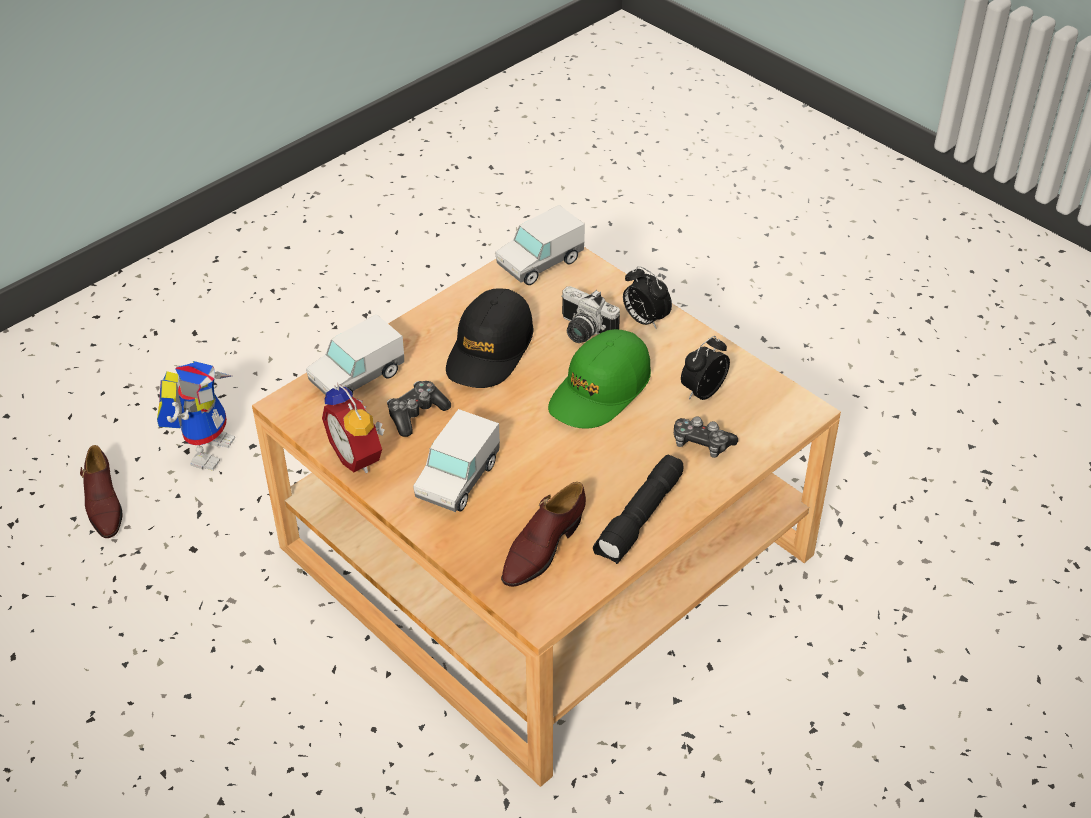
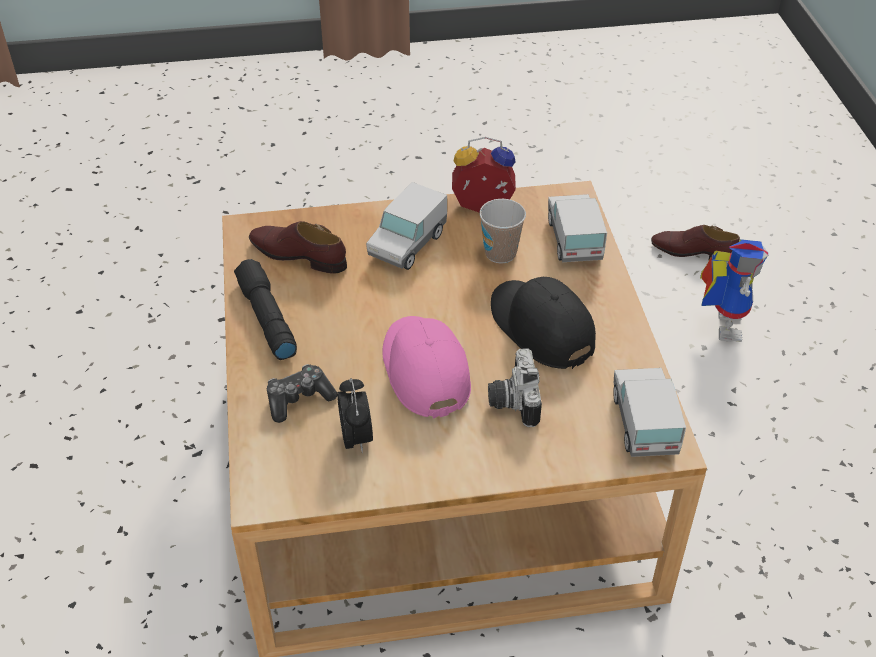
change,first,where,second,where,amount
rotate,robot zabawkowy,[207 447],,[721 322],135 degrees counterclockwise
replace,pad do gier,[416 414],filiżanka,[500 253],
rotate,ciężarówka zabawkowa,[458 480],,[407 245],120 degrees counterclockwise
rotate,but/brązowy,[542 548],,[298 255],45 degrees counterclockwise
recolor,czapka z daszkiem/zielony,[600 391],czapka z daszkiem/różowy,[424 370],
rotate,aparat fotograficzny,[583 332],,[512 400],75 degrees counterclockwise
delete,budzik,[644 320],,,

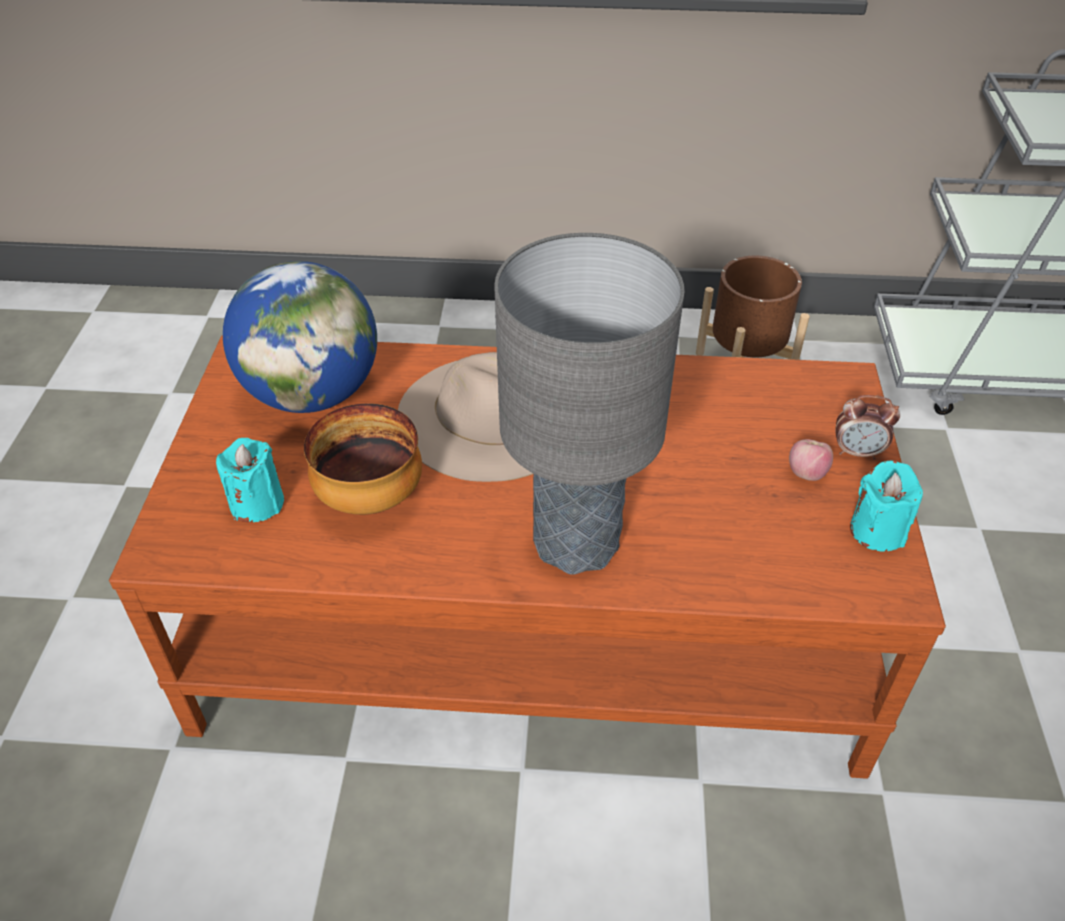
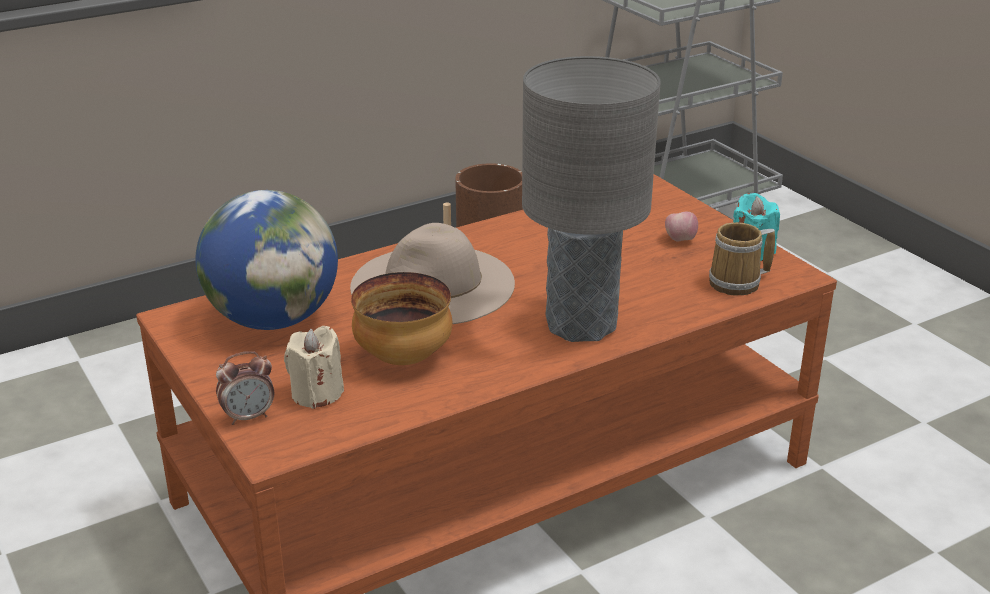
change,first,where,second,where,amount
recolor,świeca/turkusowy,[257 503],świeca/beżowy,[317 394],
move,budzik,[857 452],,[249 417],
insert,,,kubek,[738 283],

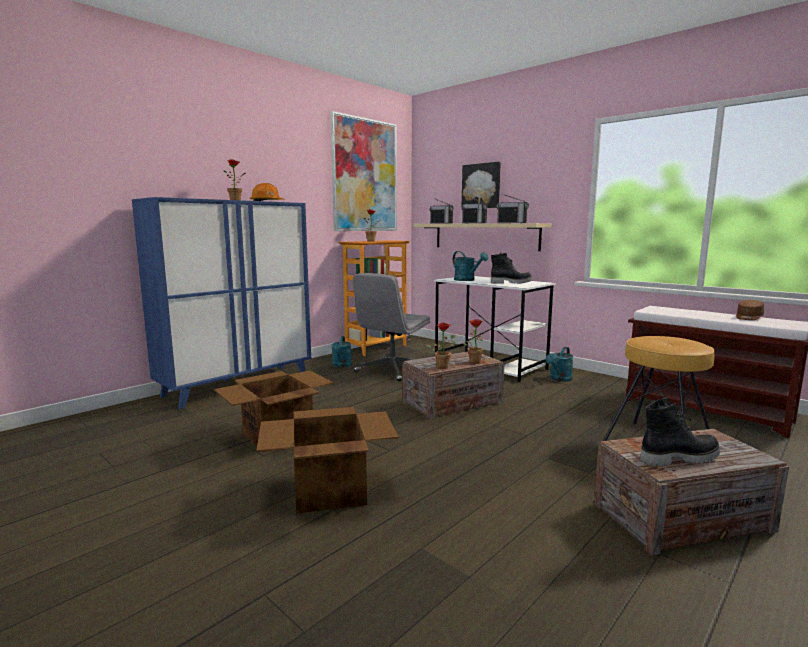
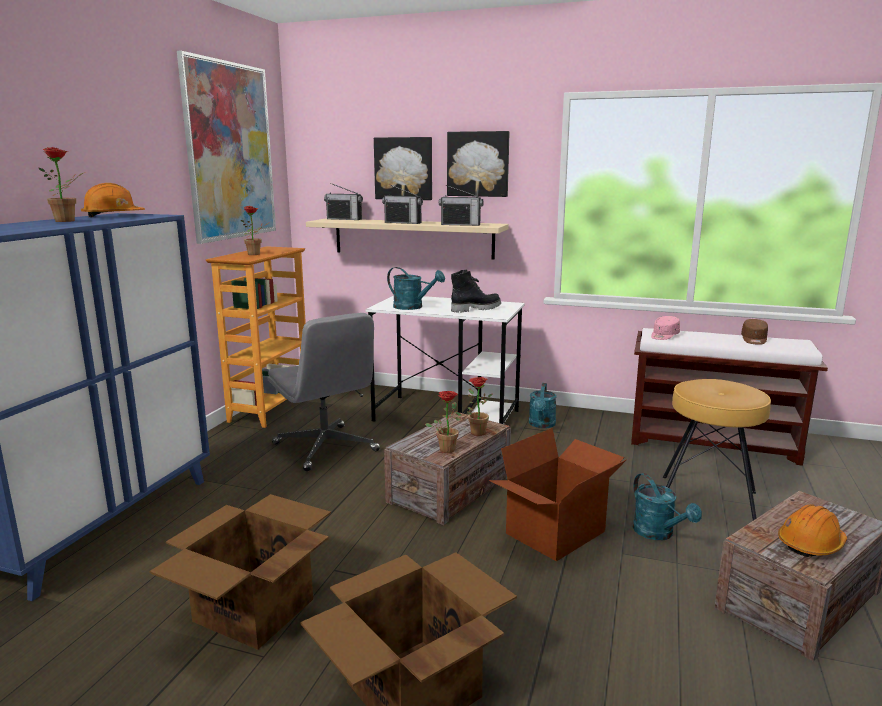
change,first,where,second,where,amount
move,konewka/turkusowy,[341 366],,[658 534],
rotate,krzesło biurowe/szary,[392 370],,[326 448],45 degrees counterclockwise
replace,but z cholewką/czarny,[678 458],kask/pomarańczowy,[811 544],
insert,,,obraz,[478 164],
insert,,,karton,[557 533],
insert,,,czapka z daszkiem/różowy,[664 336],

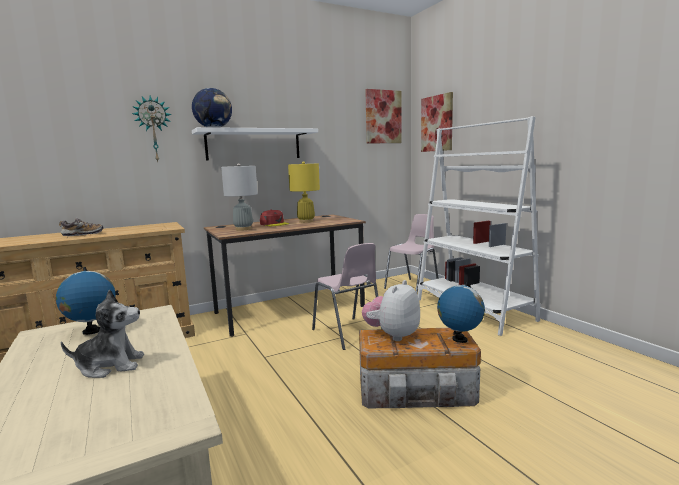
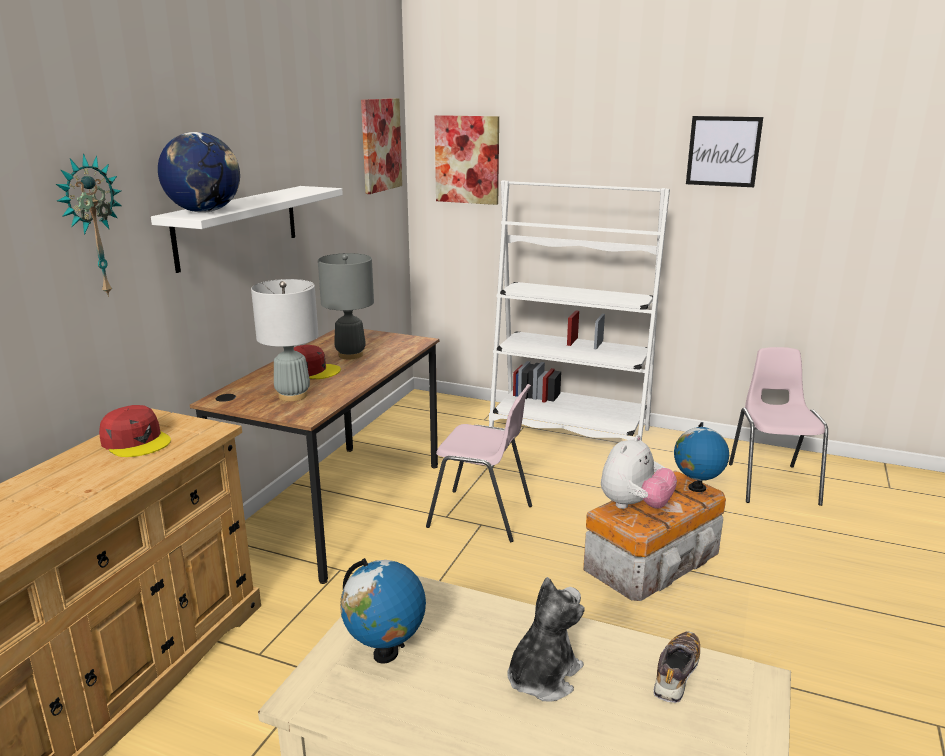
change,first,where,second,where,amount
move,but,[83 234],,[676 674],
recolor,lampa stołowa/żółty,[306 221],lampa stołowa/szary,[350 355],
rotate,pluszak,[392 335],,[634 506],135 degrees counterclockwise
move,krzesło/różowy,[413 287],,[772 483],
insert,,,czapka z daszkiem/czerwony,[136 441],
insert,,,obraz,[723 151],

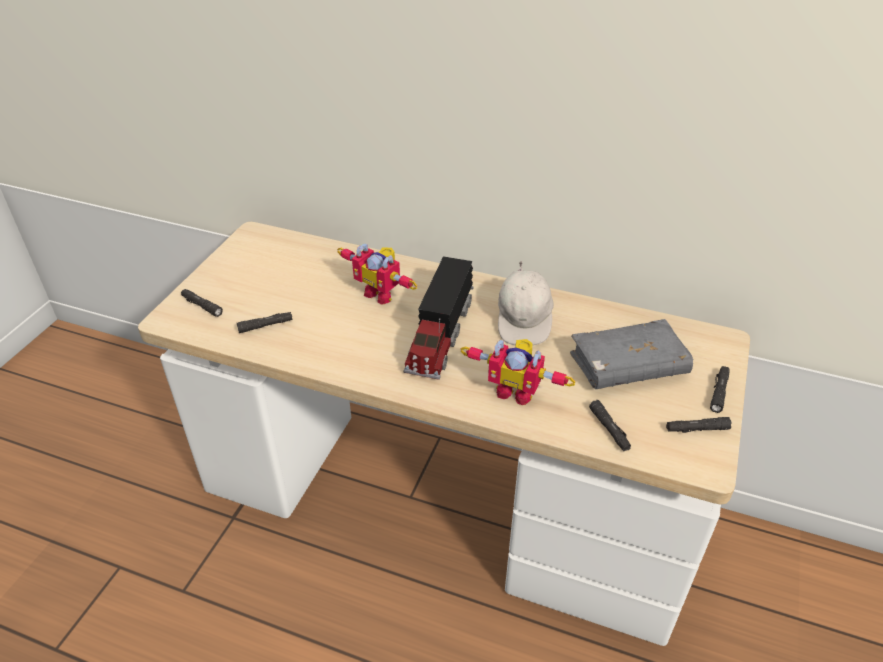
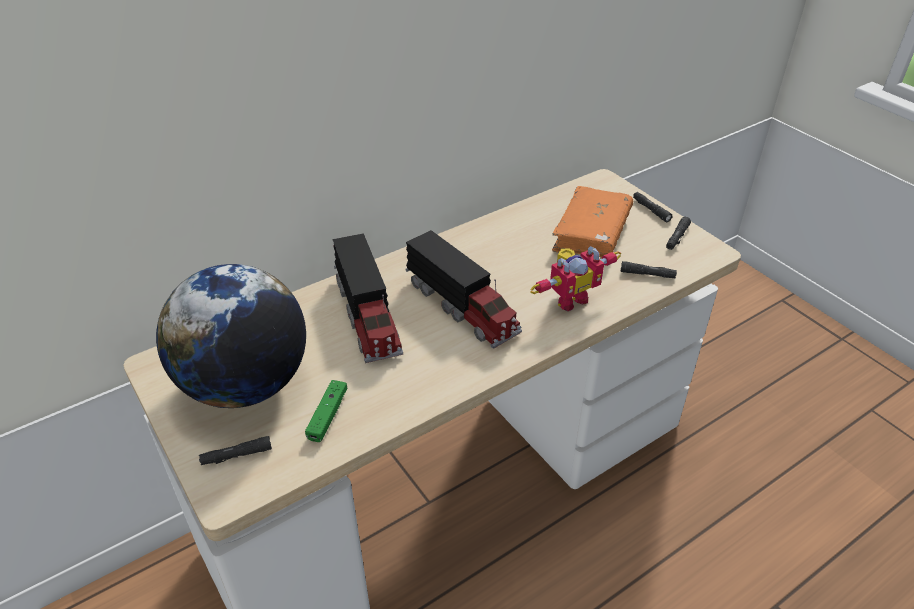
change,first,where,second,where,amount
replace,latarka/czarny,[265 325],pad do gier/zielony,[327 415],
replace,robot zabawkowy,[381 293],ciężarówka zabawkowa,[368 315],
delete,czapka z daszkiem/biały,[524 321],,,
recolor,książka/szary,[627 366],książka/pomarańczowy,[591 233],
insert,,,globus,[246 385],

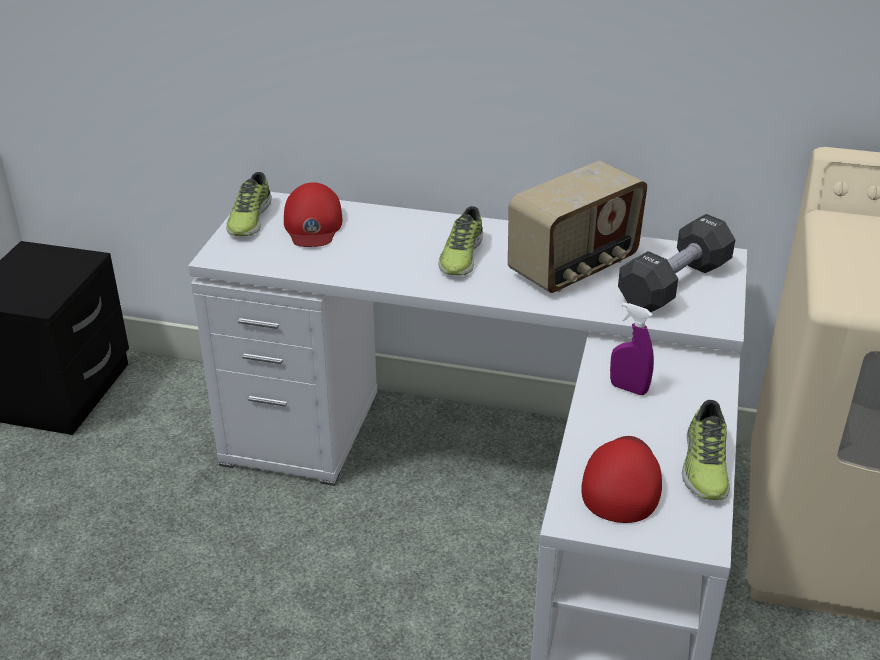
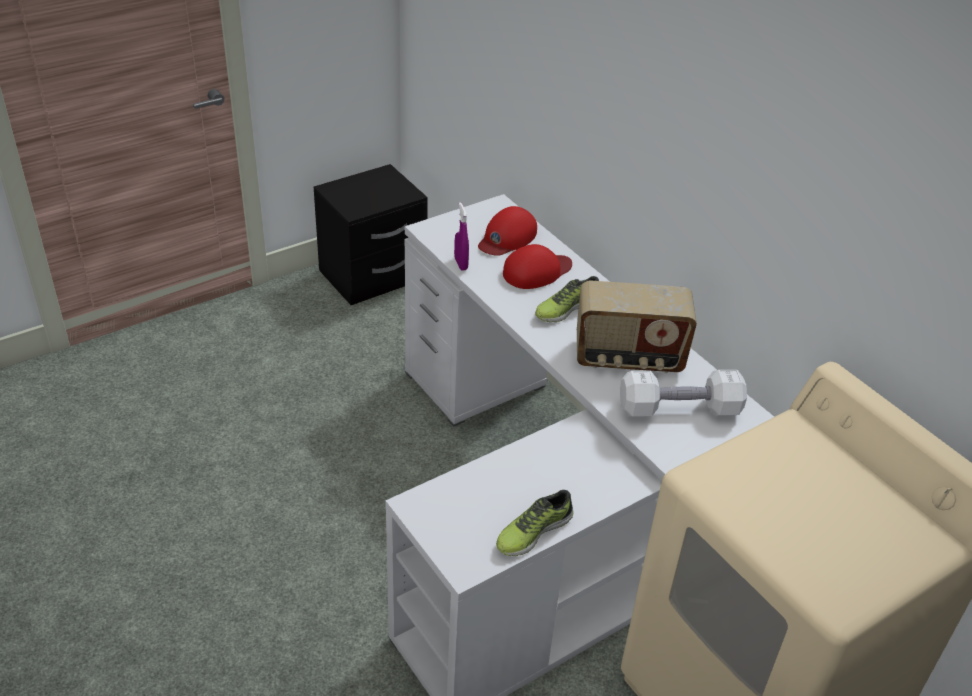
change,first,where,second,where,amount
delete,but,[249 219],,,
move,czapka z daszkiem/czerwony,[622 481],,[537 271],
move,spryskiwacz/fioletowy,[628 388],,[461 264],
recolor,hantel/czarny,[674 284],hantel/biały,[679 409],

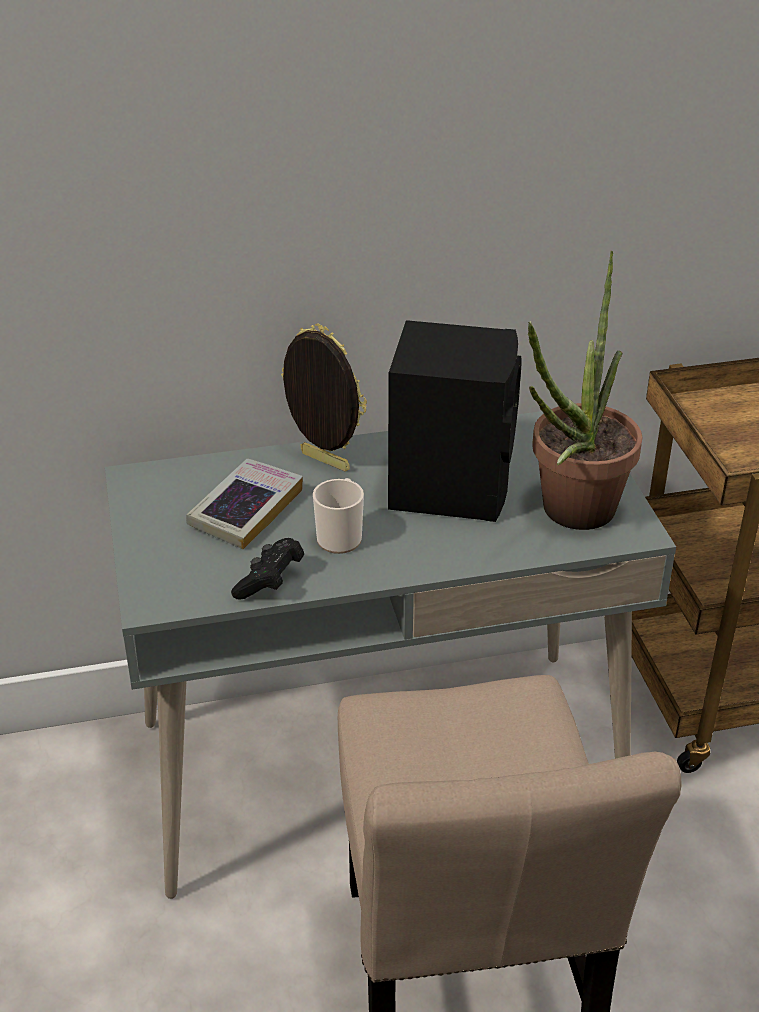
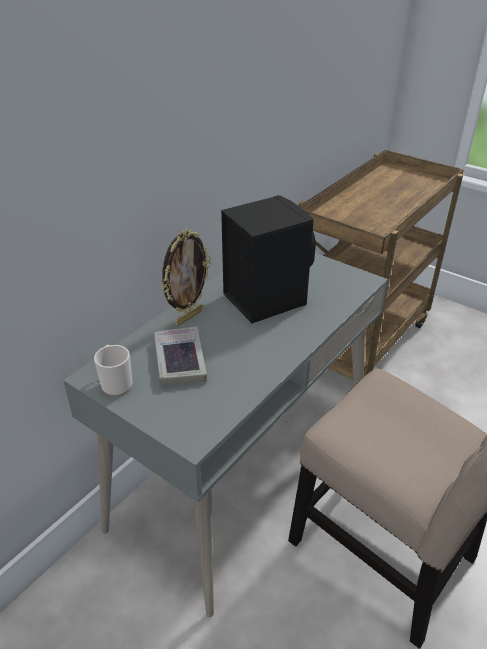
change,first,where,second,where,amount
delete,pad do gier/czarny,[270 582],,,
rotate,ramka na zdjęcie,[323 462],,[188 317],135 degrees clockwise
move,kubek,[341 536],,[116 383],
delete,roślina doniczkowa,[569 516],,,

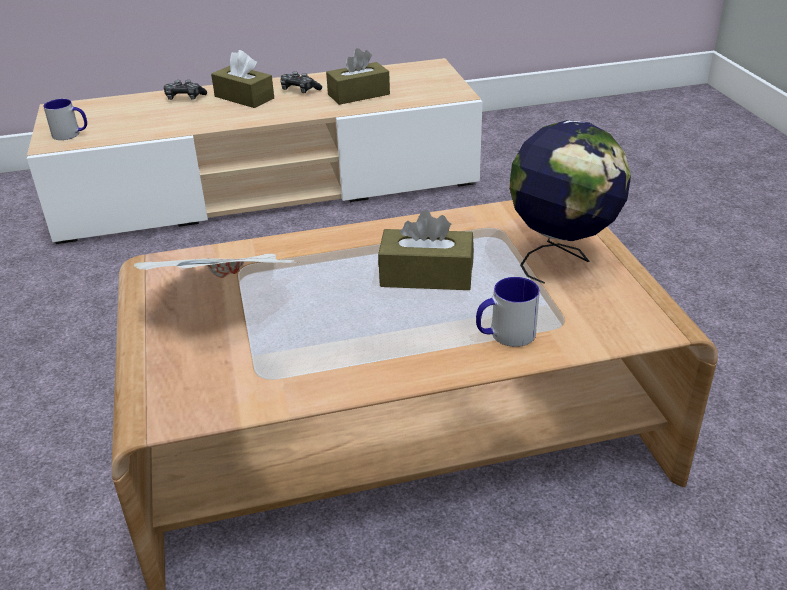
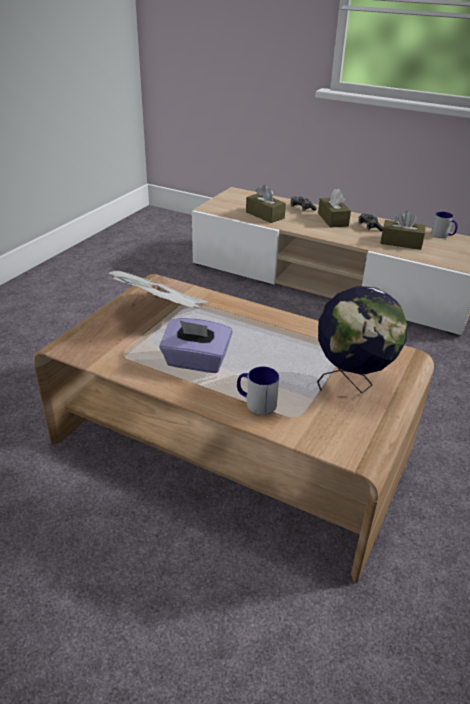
change,first,where,second,where,amount
move,kubek,[71 134],,[442 235],
move,pudełko chusteczek/brązowy,[426 275],,[265 215],
insert,,,pudełko chusteczek/fioletowy,[196 362],

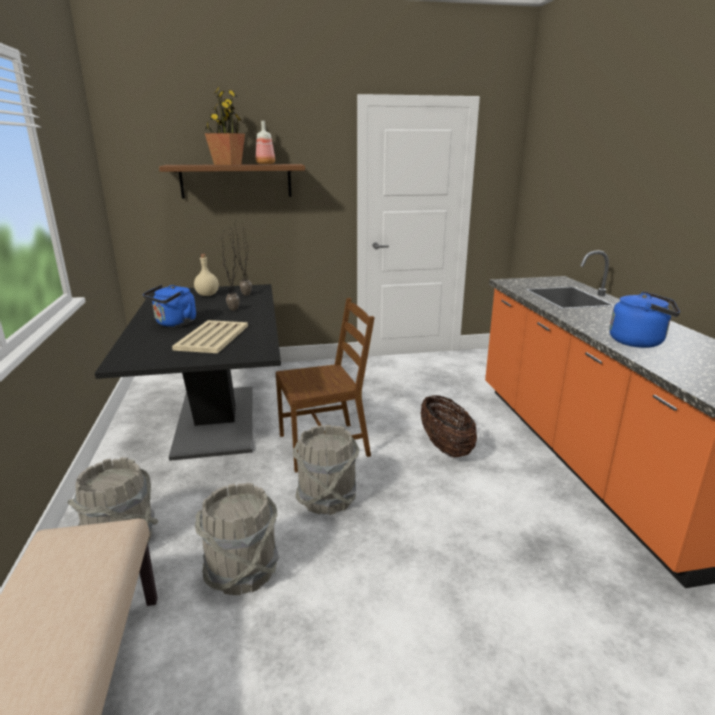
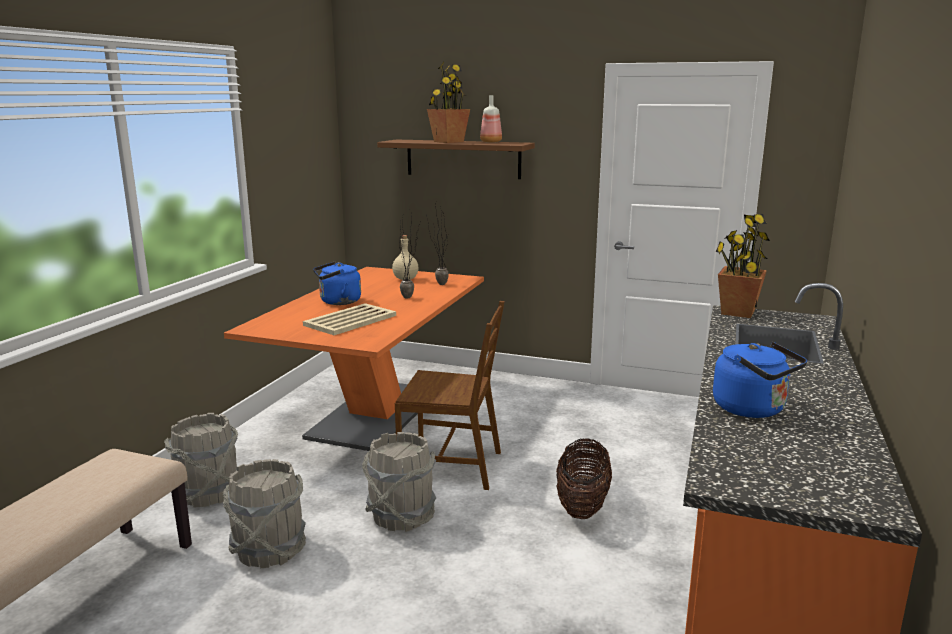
change,first,where,second,where,amount
recolor,stół jadalny/czarny,[216 420],stół jadalny/pomarańczowy,[375 414],
insert,,,roślina doniczkowa,[738 312],

